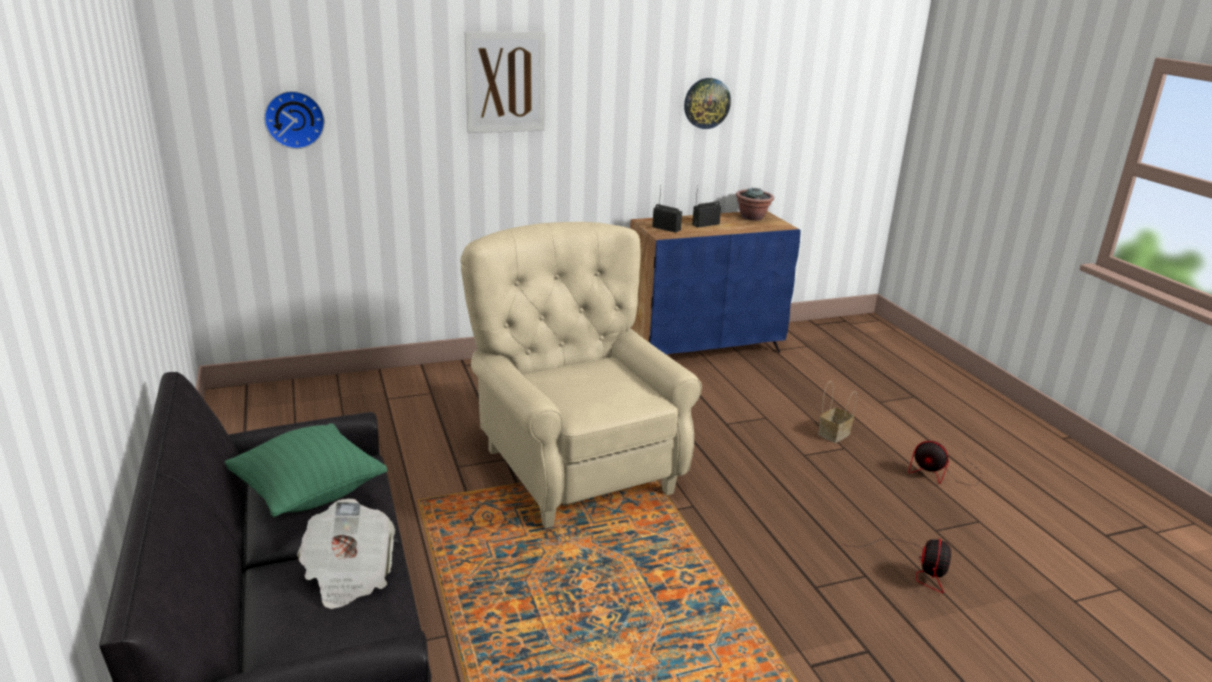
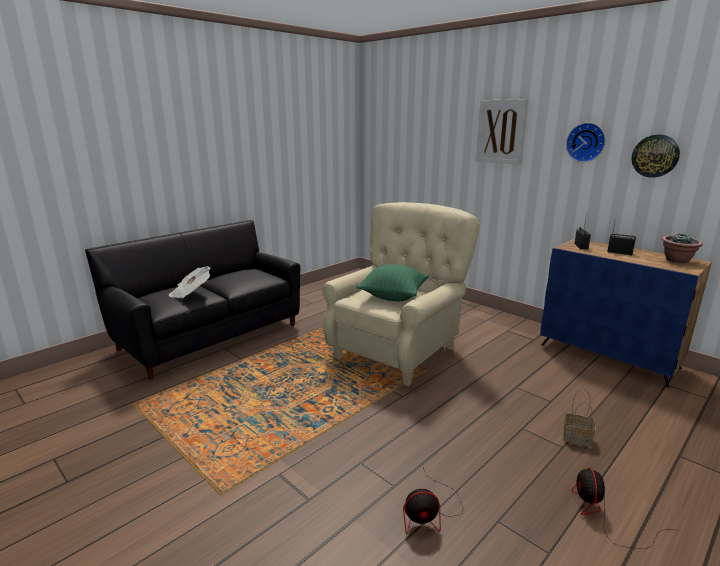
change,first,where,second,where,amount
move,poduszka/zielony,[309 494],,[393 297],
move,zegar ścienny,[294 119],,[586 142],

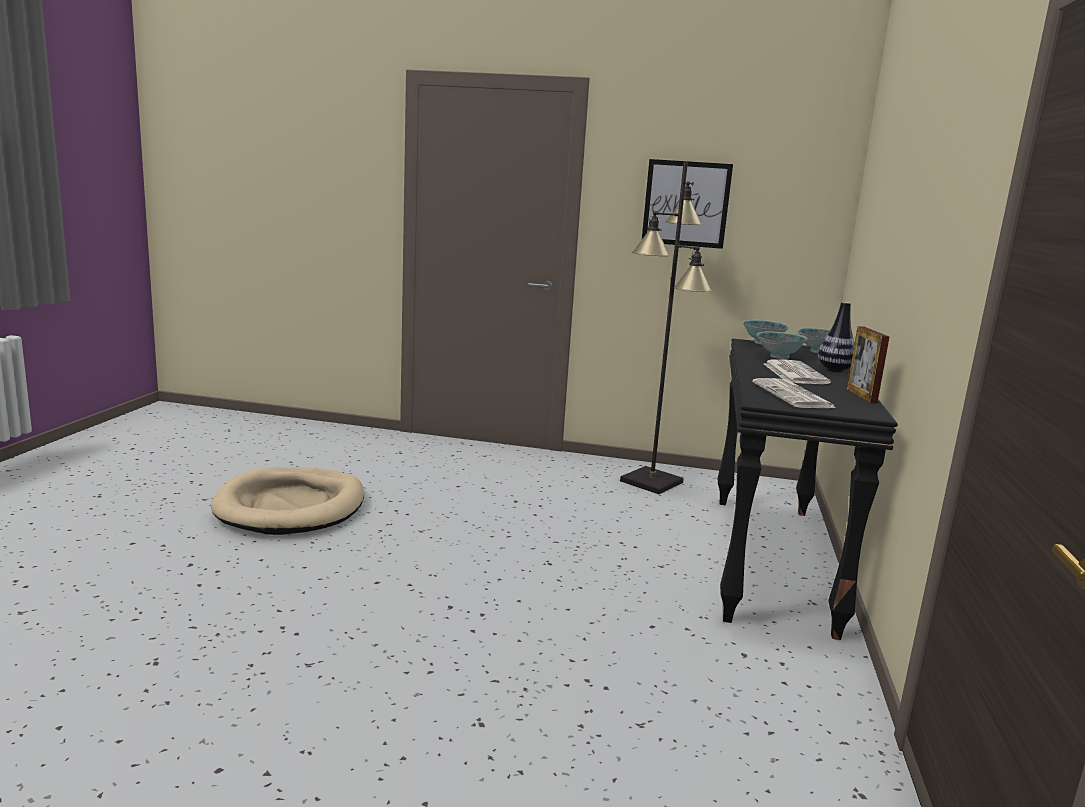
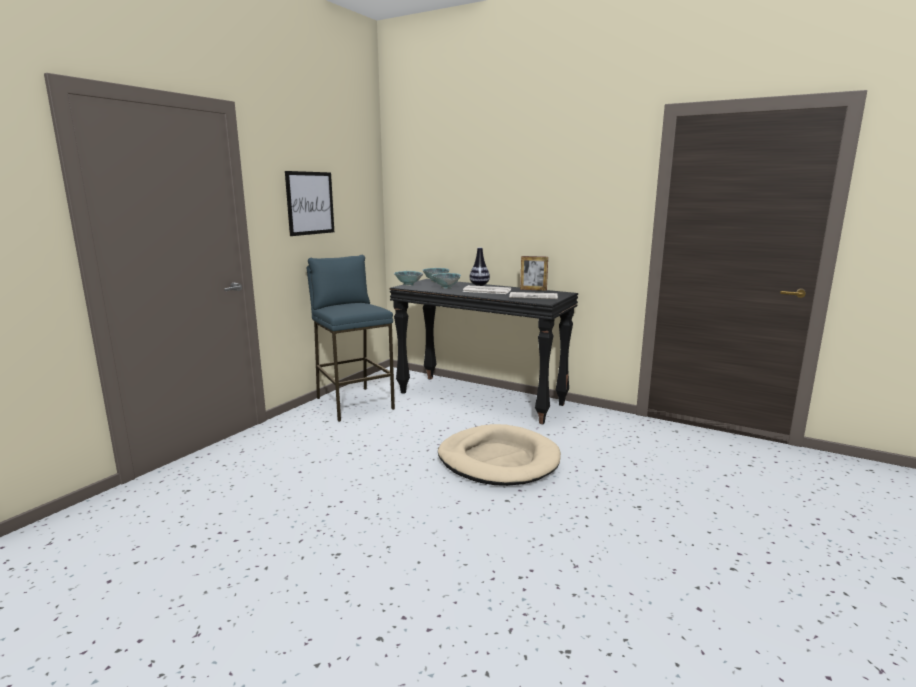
change,first,where,second,where,amount
move,legowisko/beżowy,[291 507],,[498 460],
replace,lampa stojąca/czarny,[652 482],stołek/niebieski,[354 403],

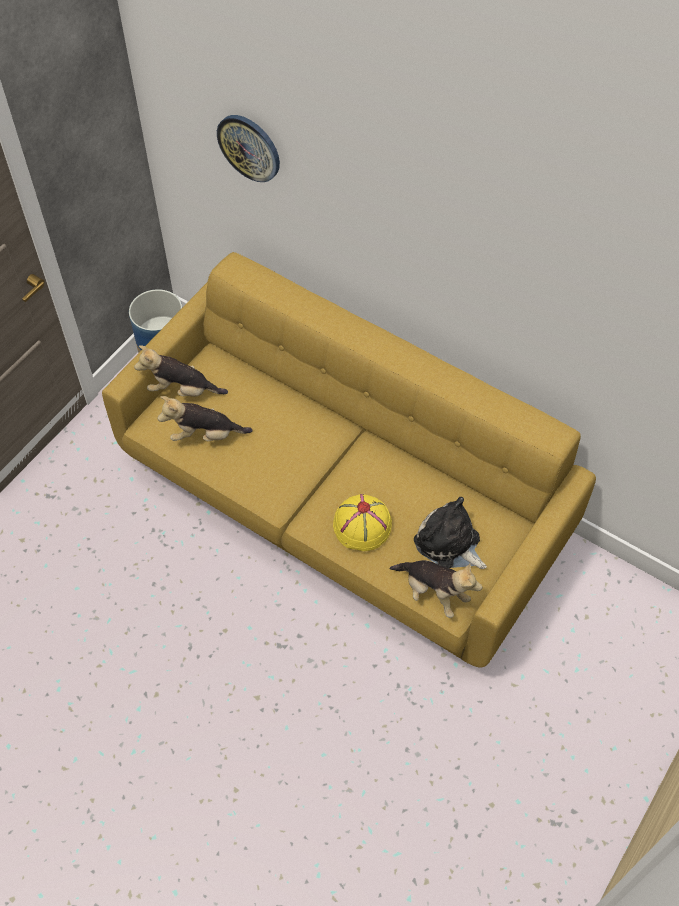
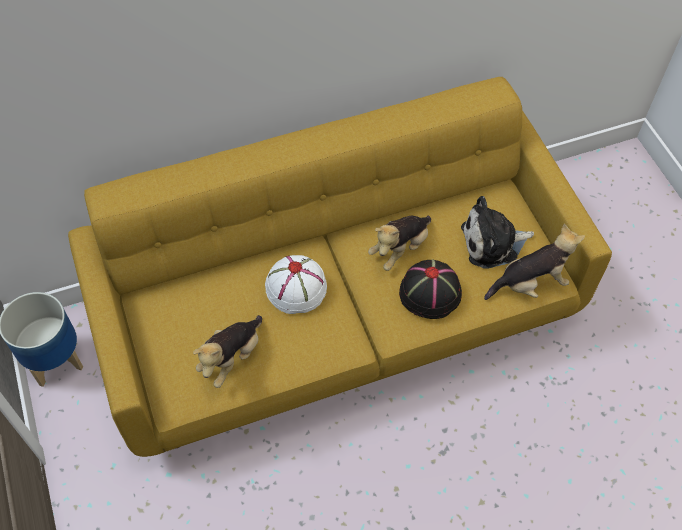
change,first,where,second,where,amount
move,pluszak,[182 390],,[400 249],
delete,zegar ścienny,[249 147],,,
recolor,kapelusz/żółty,[362 526],kapelusz/czarny,[430 292],
insert,,,kapelusz/biały,[296 288],

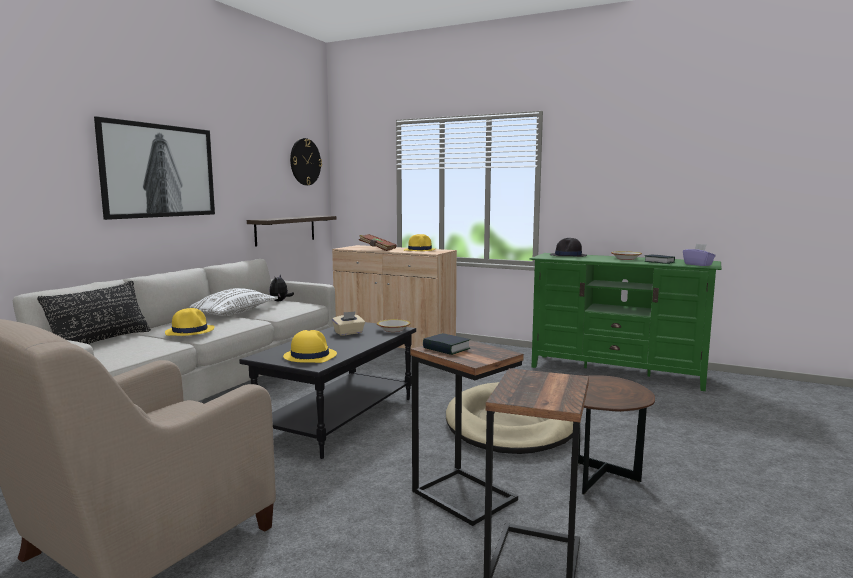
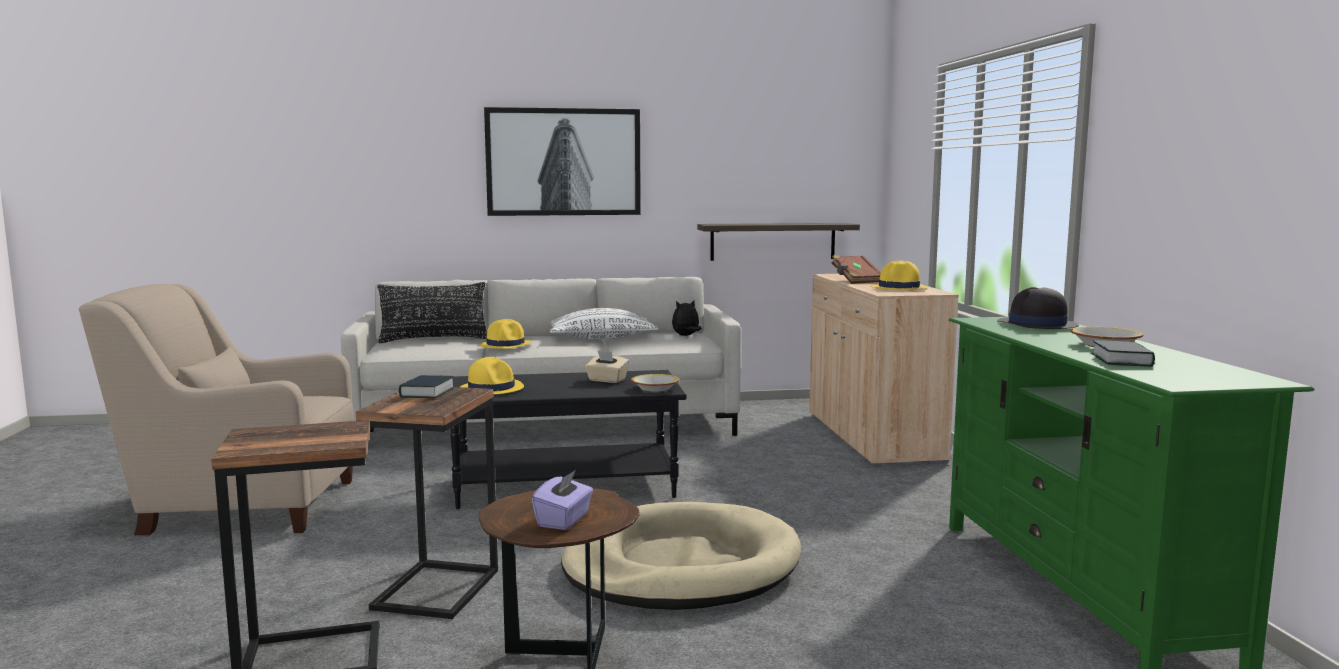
change,first,where,second,where,amount
delete,zegar ścienny,[305 162],,,
move,pudełko chusteczek/fioletowy,[698 264],,[564 520],

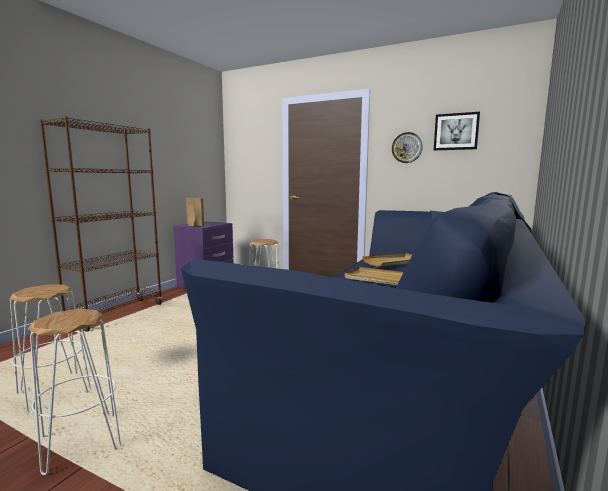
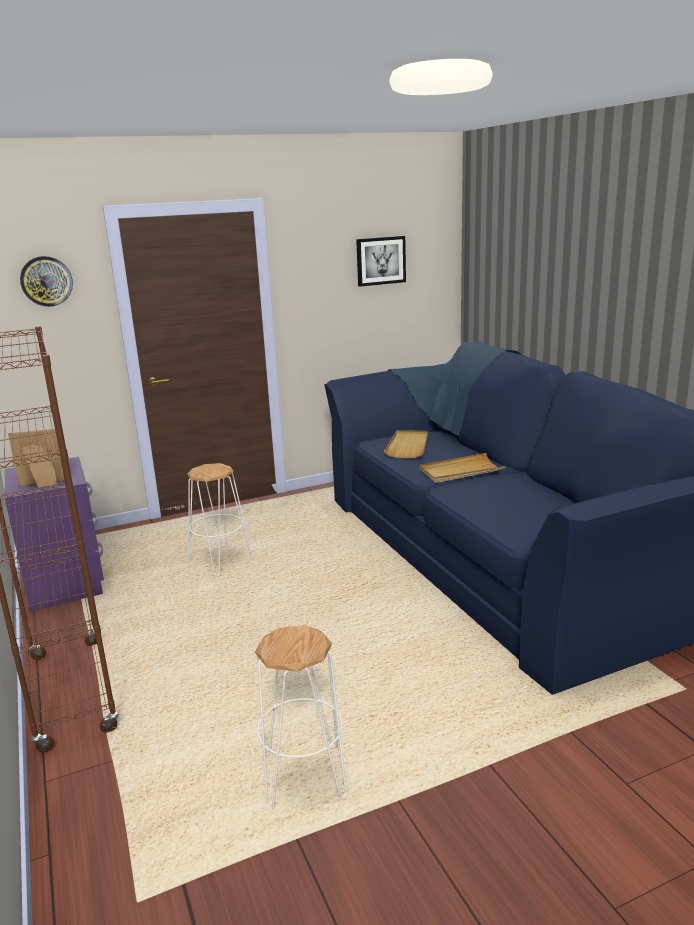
change,first,where,second,where,amount
delete,stołek/biały,[81 442],,,
move,zegar ścienny,[407 147],,[46 281],

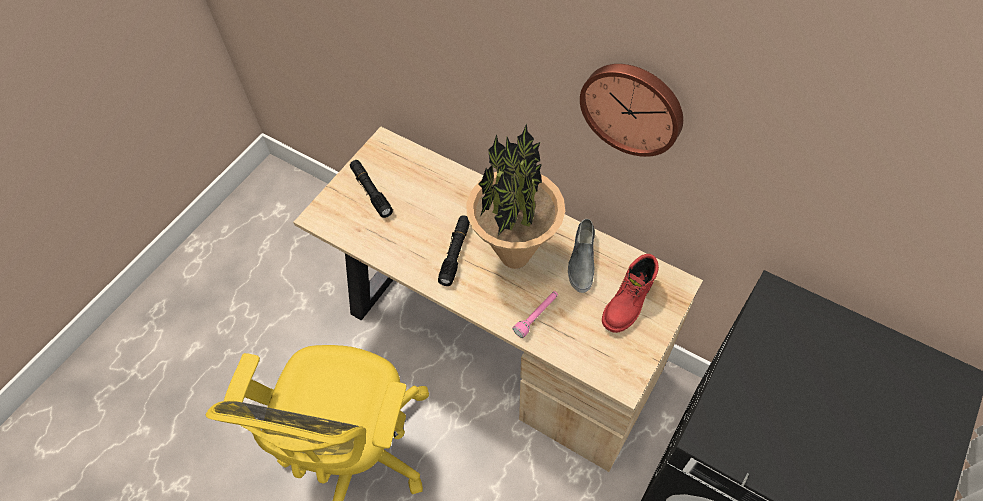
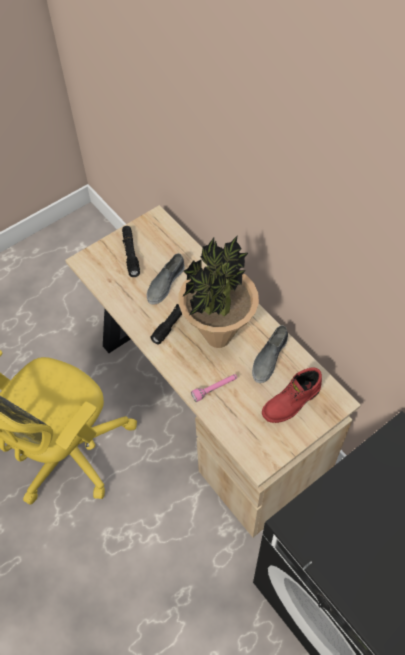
change,first,where,second,where,amount
delete,zegar ścienny,[633 107],,,
insert,,,but/szary,[165 283],

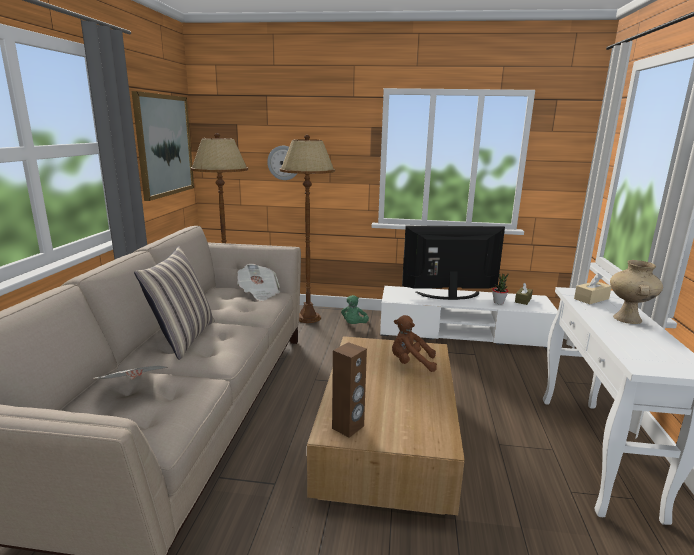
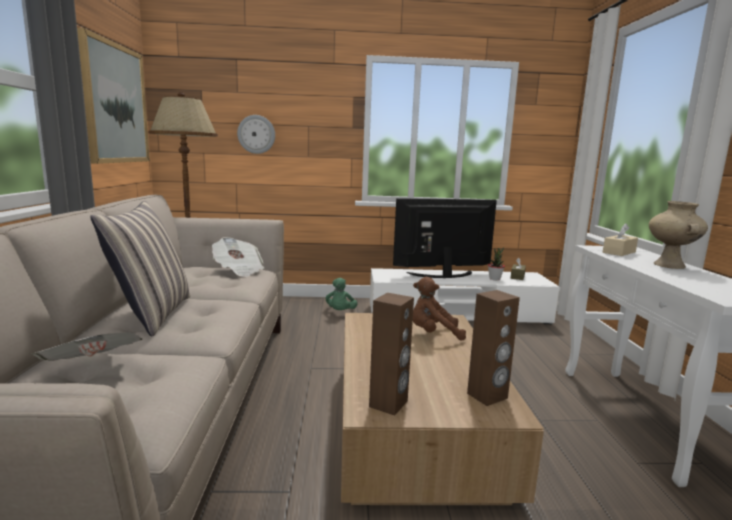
change,first,where,second,where,amount
delete,lampa stojąca/brązowy,[308 318],,,
insert,,,głośnik/brązowy,[487 396],

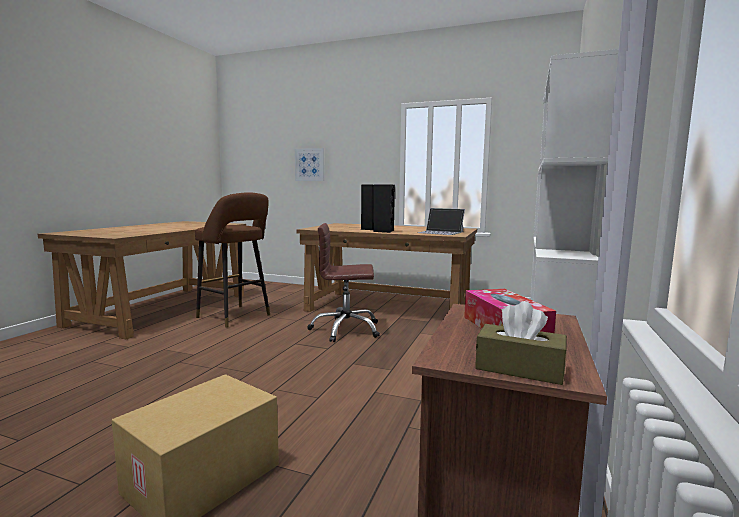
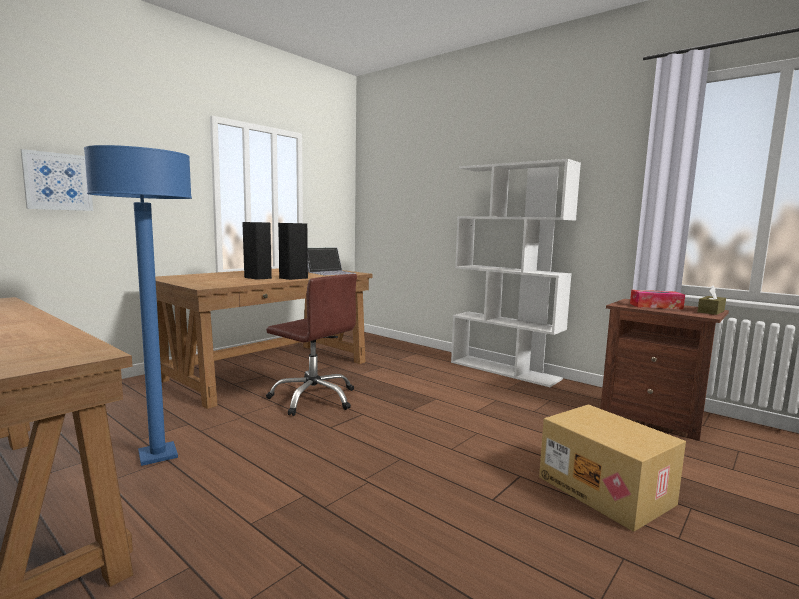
change,first,where,second,where,amount
replace,stołek/brązowy,[236 317],lampa stojąca/niebieski,[158 455],
rotate,krzesło biurowe/brązowy,[346 329],,[314 398],75 degrees counterclockwise

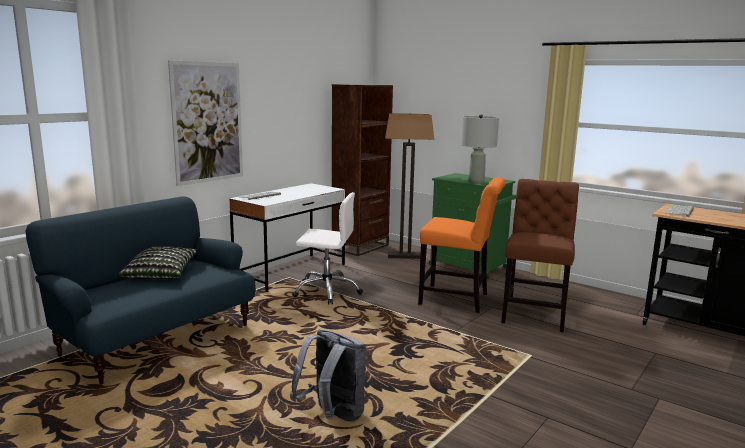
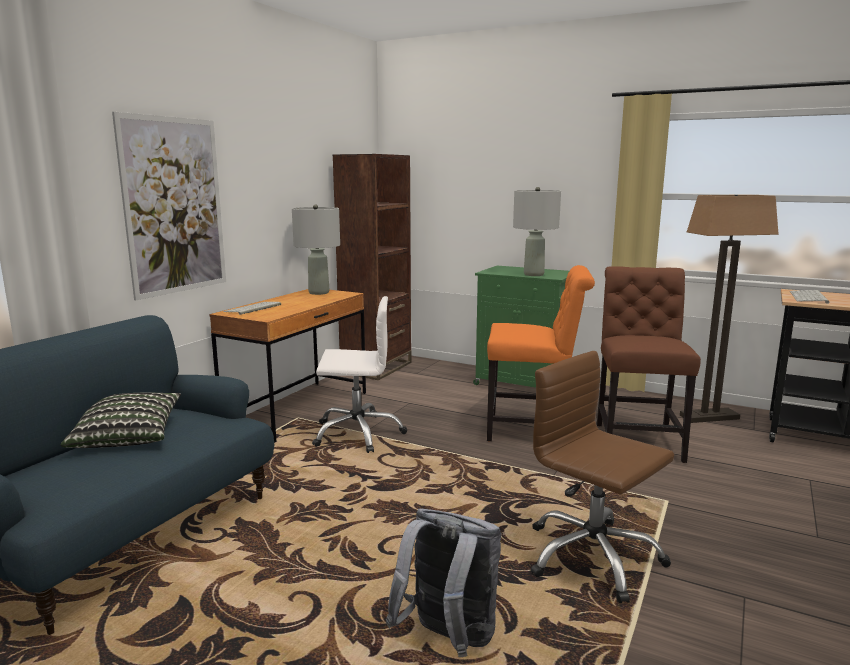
change,first,where,second,where,amount
recolor,biurko/biały,[291 272],biurko/brązowy,[298 410],
move,lampa stojąca,[405 256],,[709 417],
insert,,,lampa stołowa/szary,[319 292],
insert,,,krzesło biurowe/brązowy,[592 557],

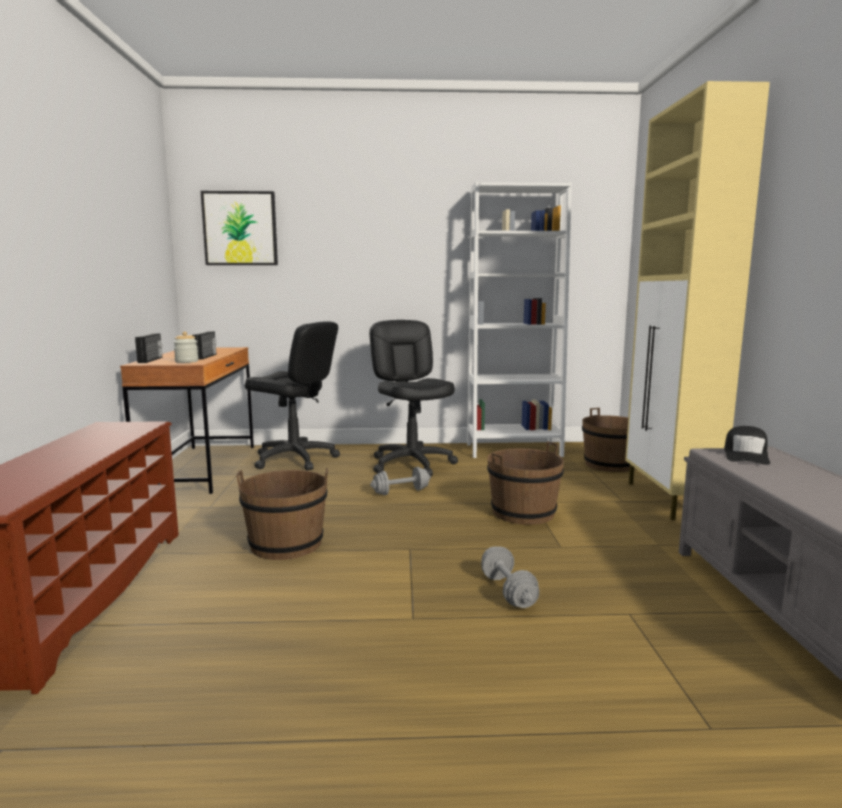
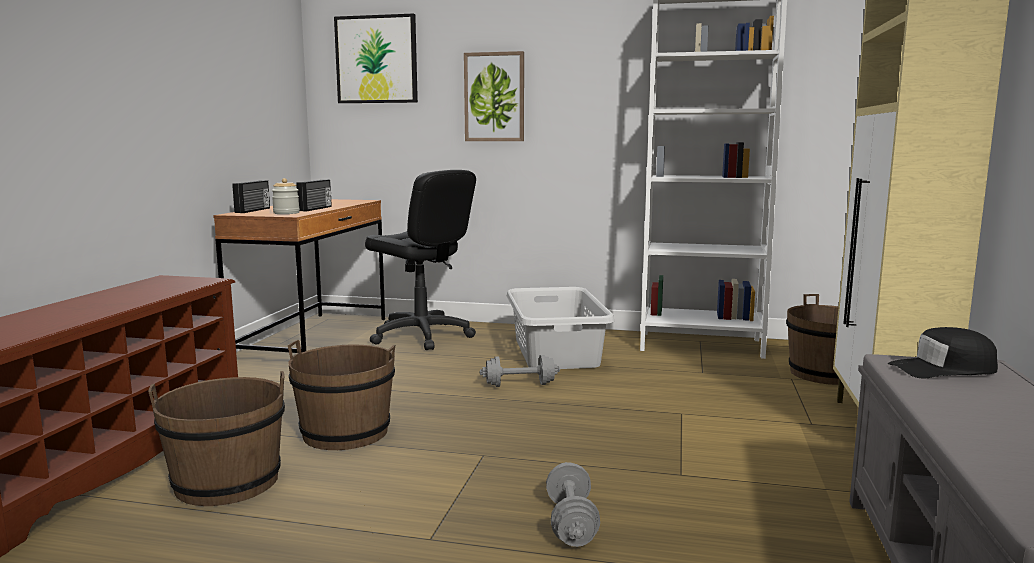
change,first,where,second,where,amount
replace,krzesło biurowe/czarny,[412 464],kosz na pranie/szary,[556 352],
move,wiadro/brązowy,[523 513],,[227 482],
rotate,czapka z daszkiem/czarny,[746 455],,[943 369],45 degrees clockwise
insert,,,obraz,[494 97],

